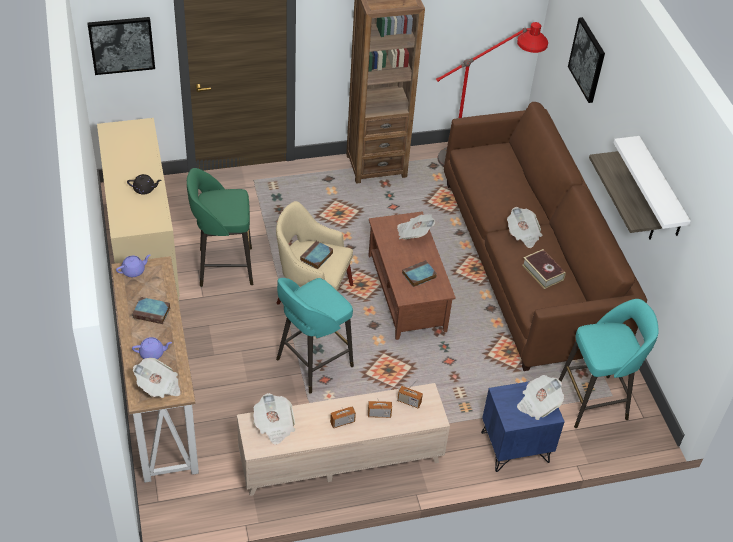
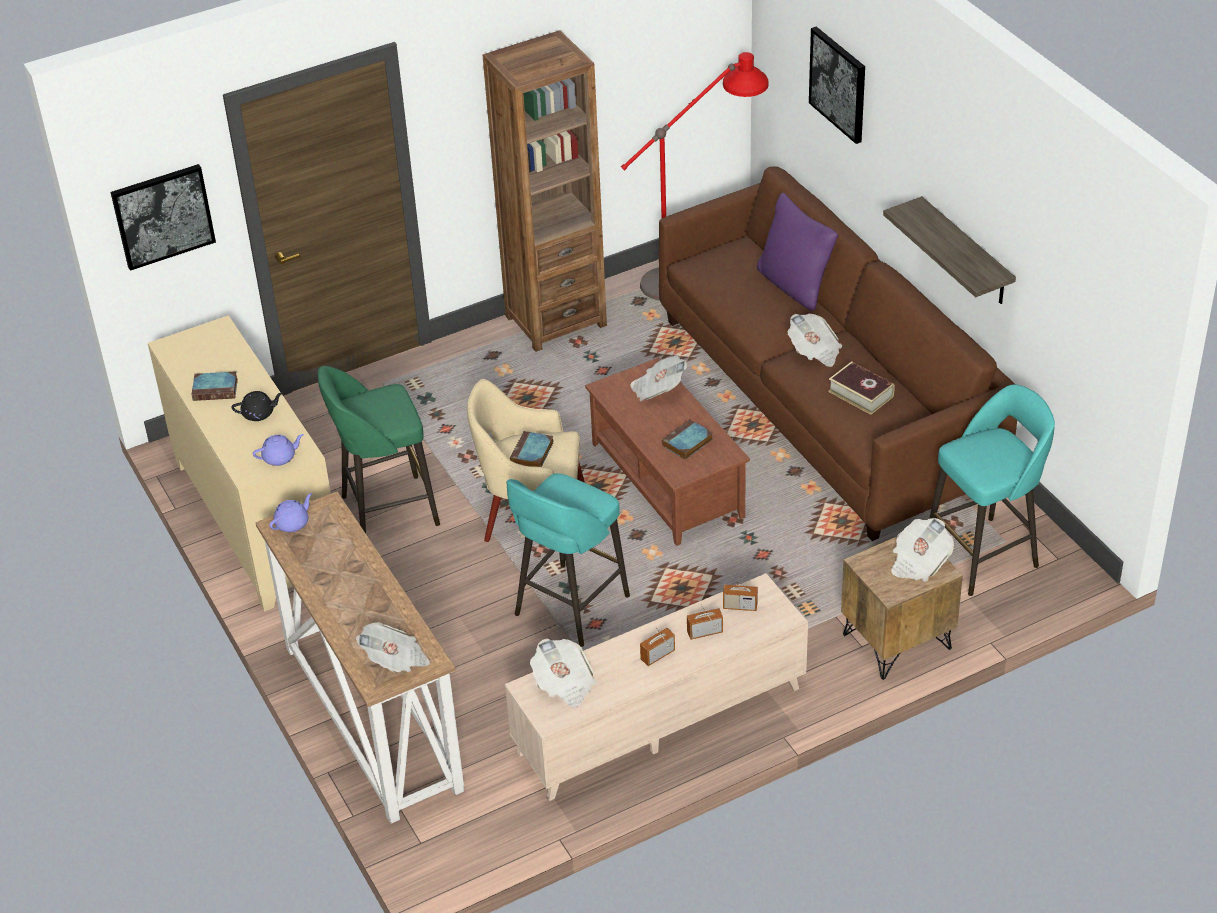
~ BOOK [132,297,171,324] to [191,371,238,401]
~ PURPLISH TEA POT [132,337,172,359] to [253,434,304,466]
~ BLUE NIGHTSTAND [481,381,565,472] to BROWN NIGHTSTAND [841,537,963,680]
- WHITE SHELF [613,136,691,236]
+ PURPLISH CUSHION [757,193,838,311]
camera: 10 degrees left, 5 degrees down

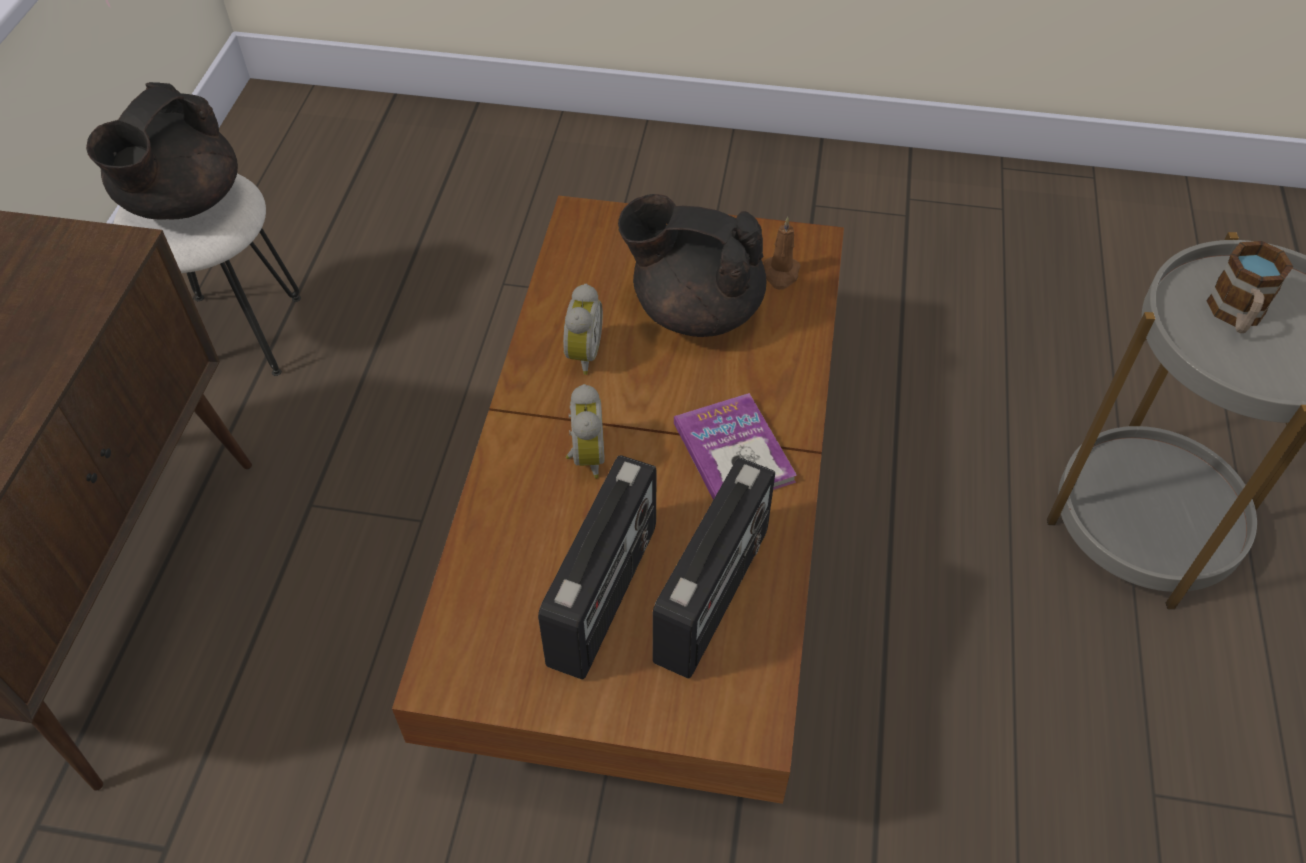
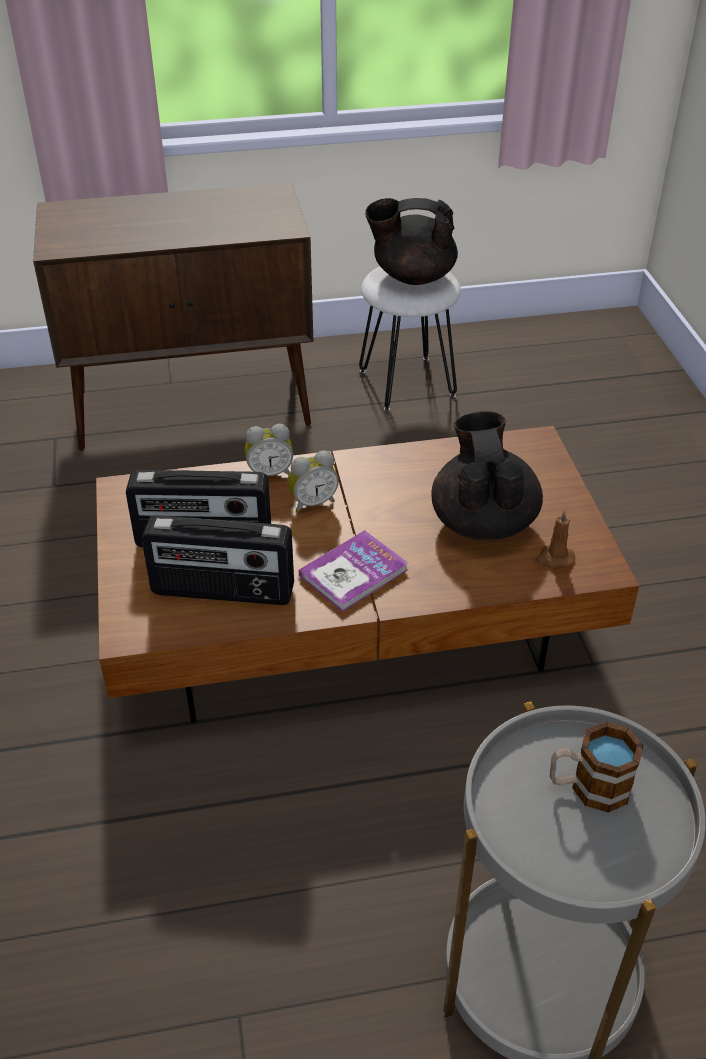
~ TABLE CLOCK [563,284,603,375] to [245,424,293,476]
camera: 70 degrees right, 10 degrees down

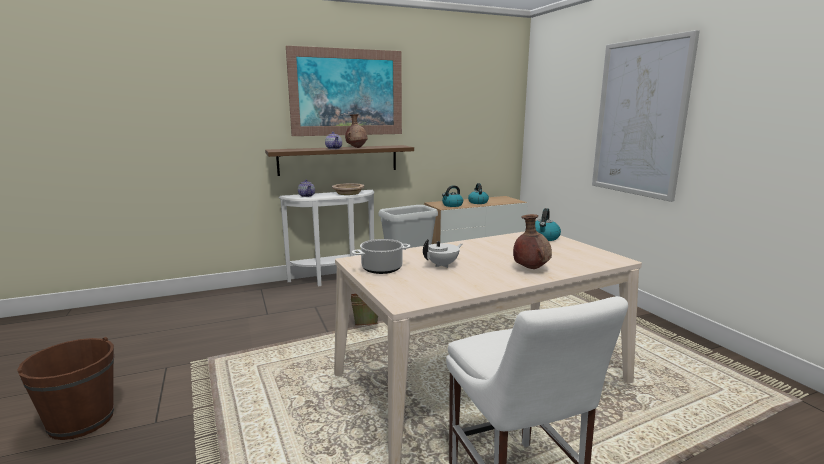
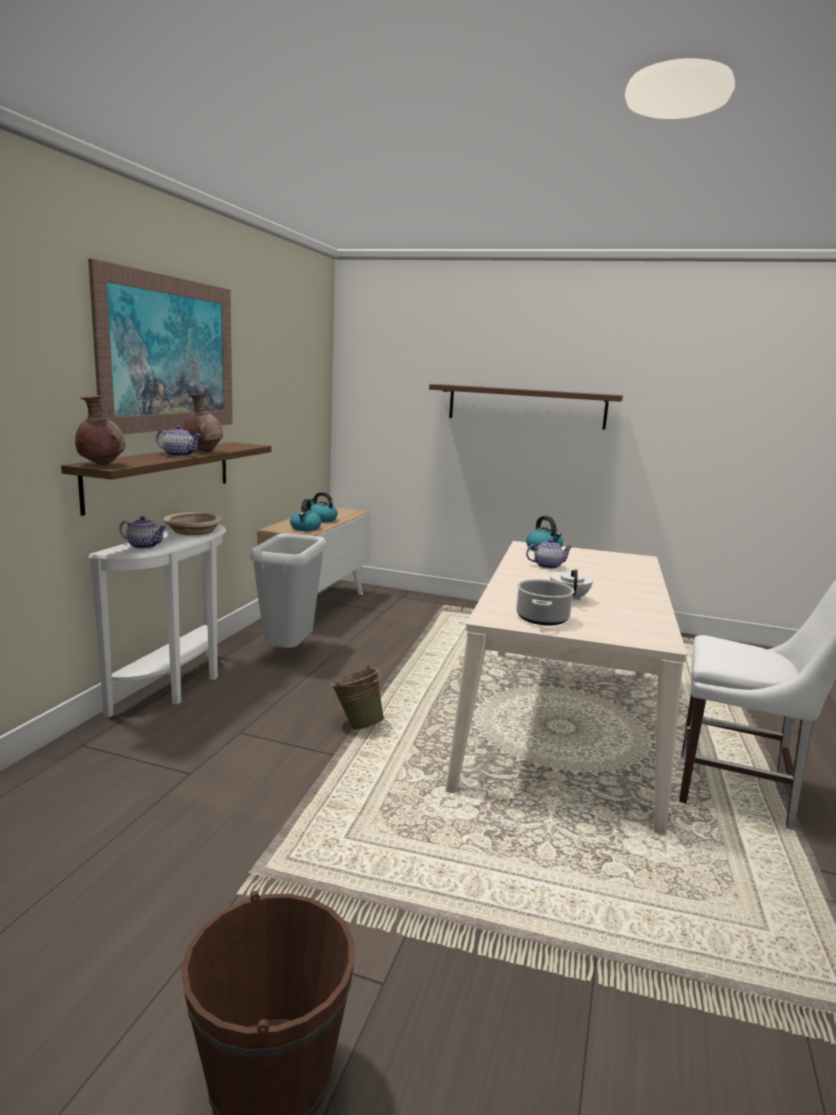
~ BROWN DECORATIVE VASE [513,214,552,269] to [75,395,125,465]
~ WALL ART [592,30,700,202] to BROWN SHELF [429,384,623,430]
+ TEA POT [526,539,573,569]
camera: 50 degrees left, 0 degrees up

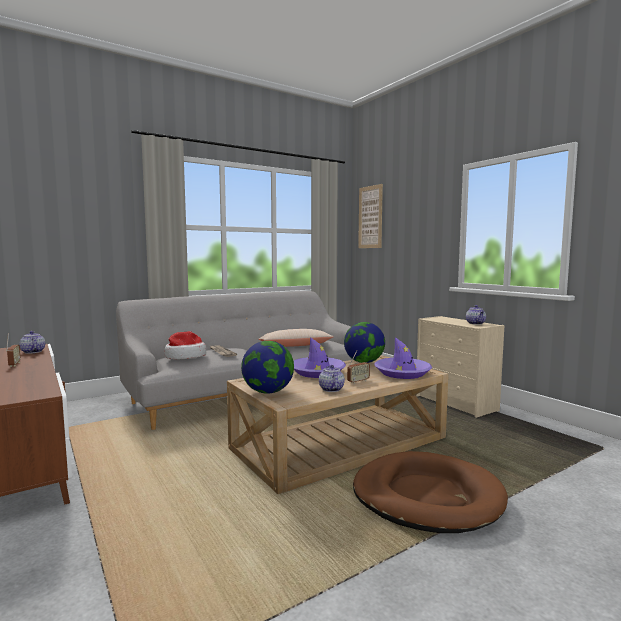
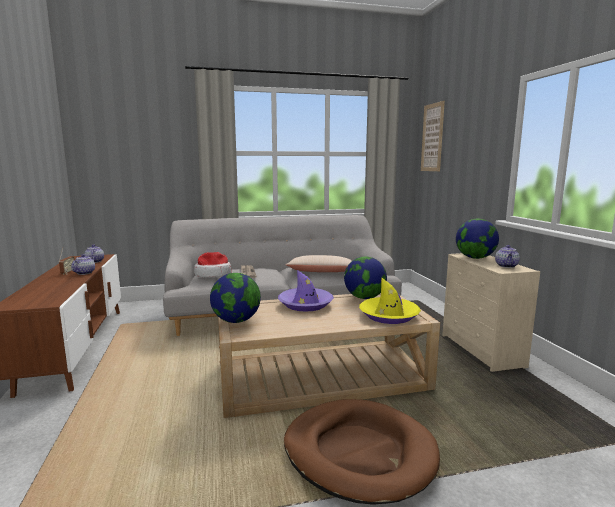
~ TEA POT [319,365,345,392] to [71,254,95,275]
- RADIO SET [347,350,370,384]
~ PURPLISH CLOTHING HAT [374,337,432,379] to YELLOW-COLOURED CLOTHING HAT [359,277,421,324]
+ DESK GLOBE [456,219,499,259]
camera: 20 degrees right, 5 degrees up

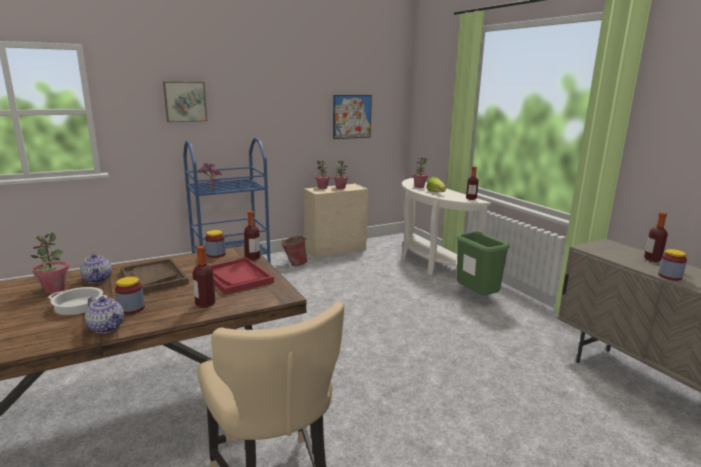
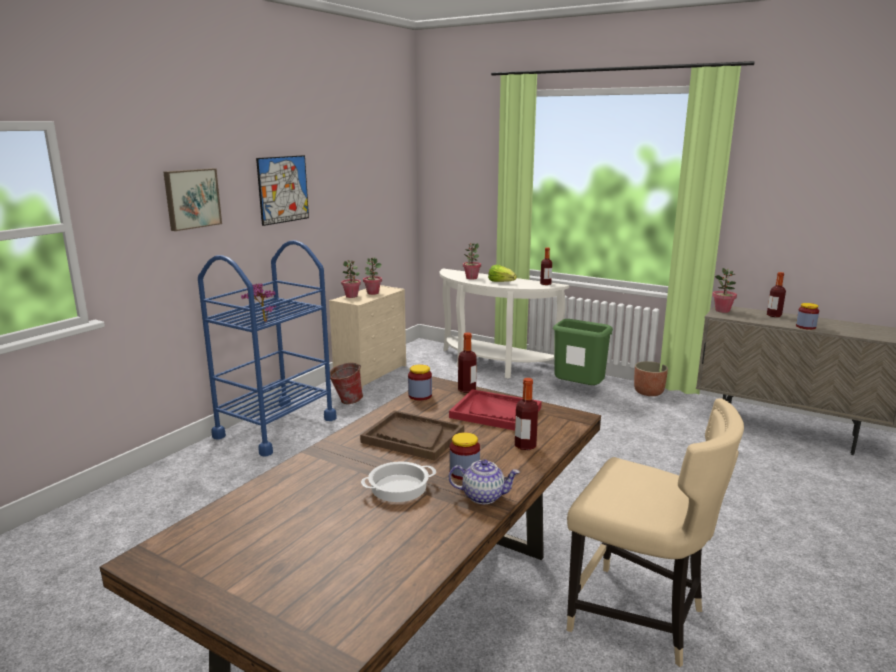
~ PLANT IN A POT [30,232,69,293] to [712,268,737,313]
- TEA POT [80,253,112,283]
~ WALL ART [333,95,372,139] to [256,155,309,226]
+ PLANTER [634,361,668,396]
camera: 30 degrees left, 0 degrees up

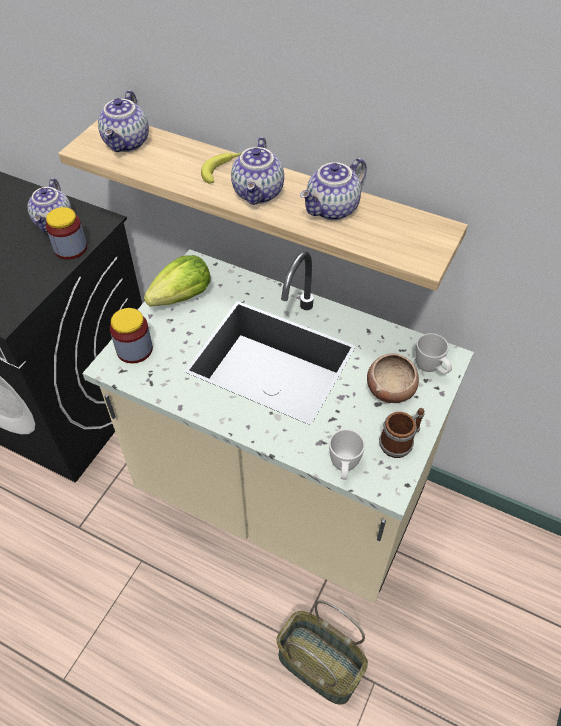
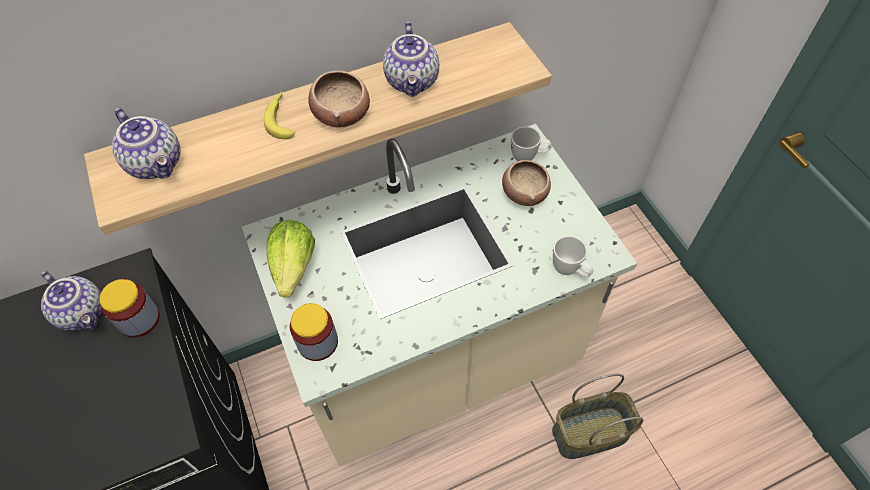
~ TEA POT [231,137,284,205] to BOWL [308,71,370,128]
- MUG [379,408,425,458]
camera: 50 degrees left, 5 degrees up

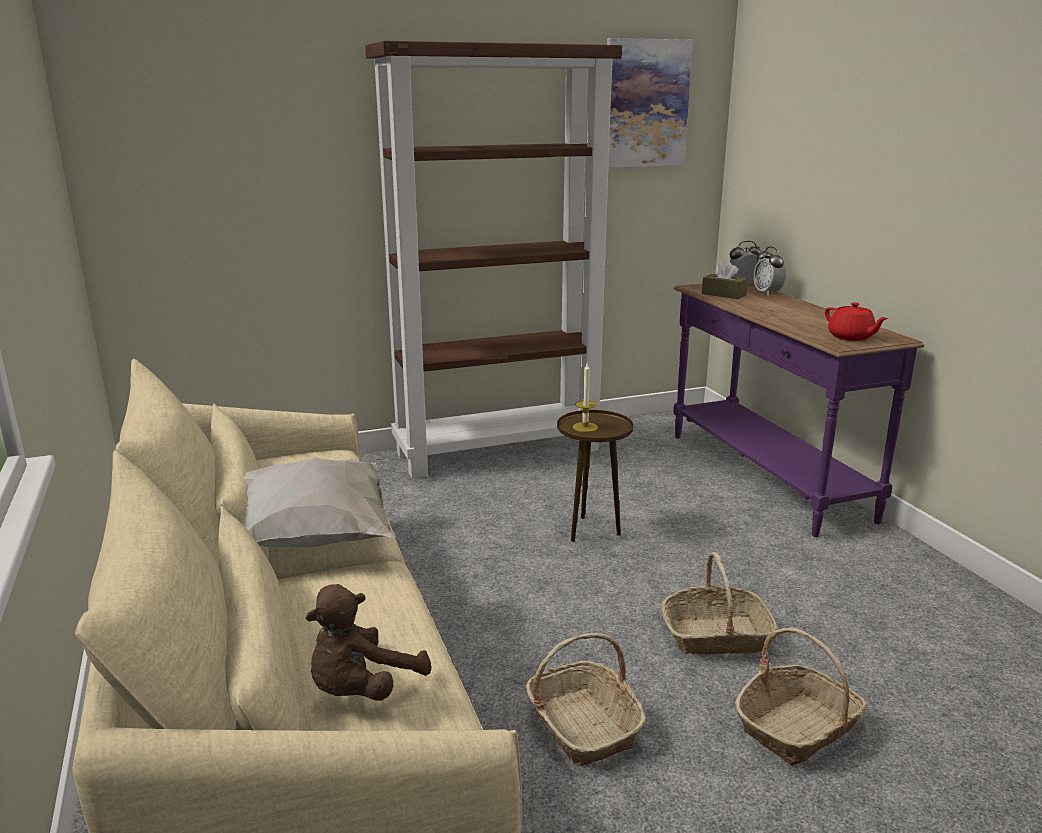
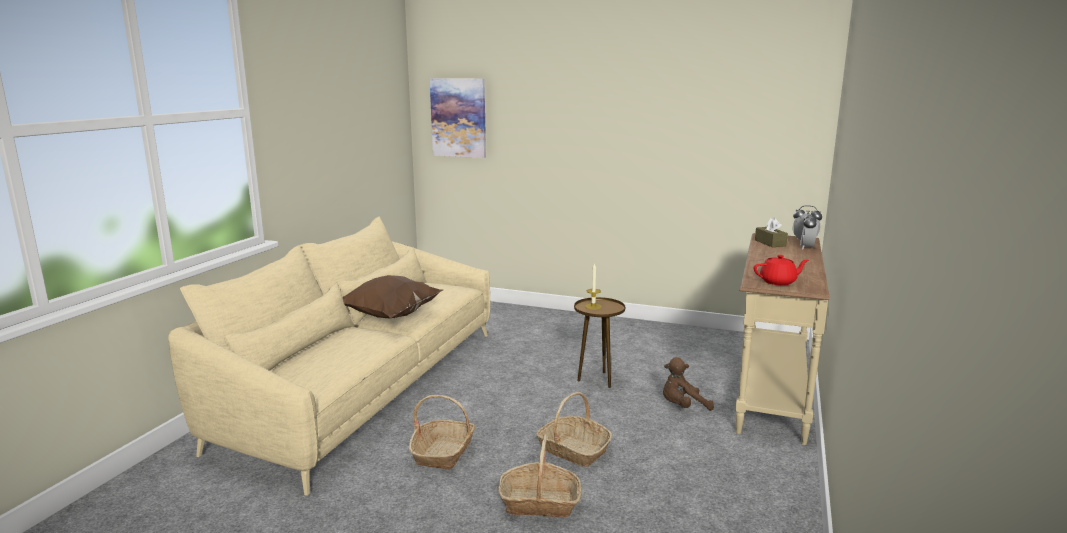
~ WHITE CUSHION [241,458,396,547] to BROWN CUSHION [343,275,443,318]
~ BROWN PLUSH TOY [306,584,431,701] to [663,357,714,411]
- BROWN BOOKCASE [365,41,622,479]
~ WALL ART [607,38,693,168] to [430,78,486,158]
~ PURPLISH NARROW TABLE [673,283,924,537] to BEIGE NARROW TABLE [735,233,829,445]
~ REDDISH TEA POT [825,302,888,341] = [754,255,809,285] 105 degrees counterclockwise
camera: 40 degrees right, 5 degrees down

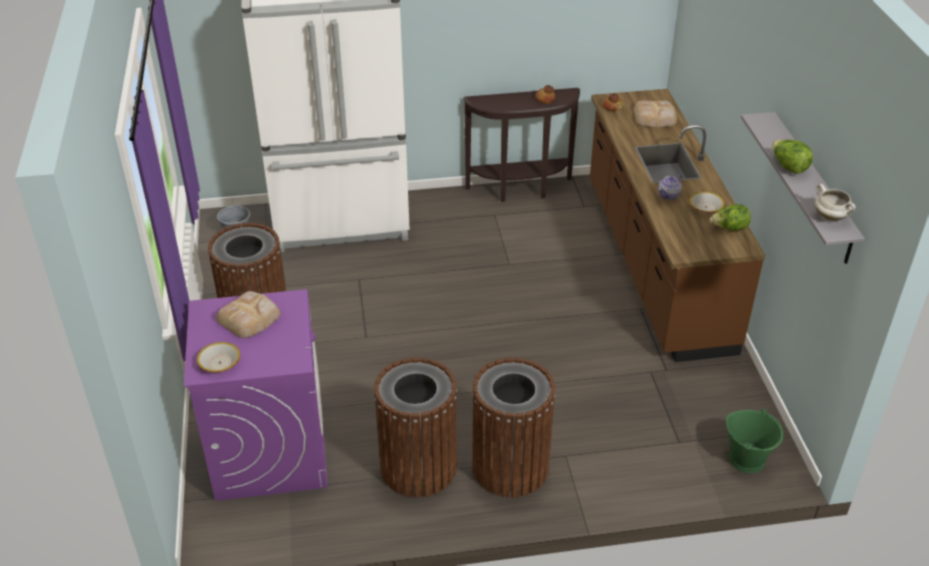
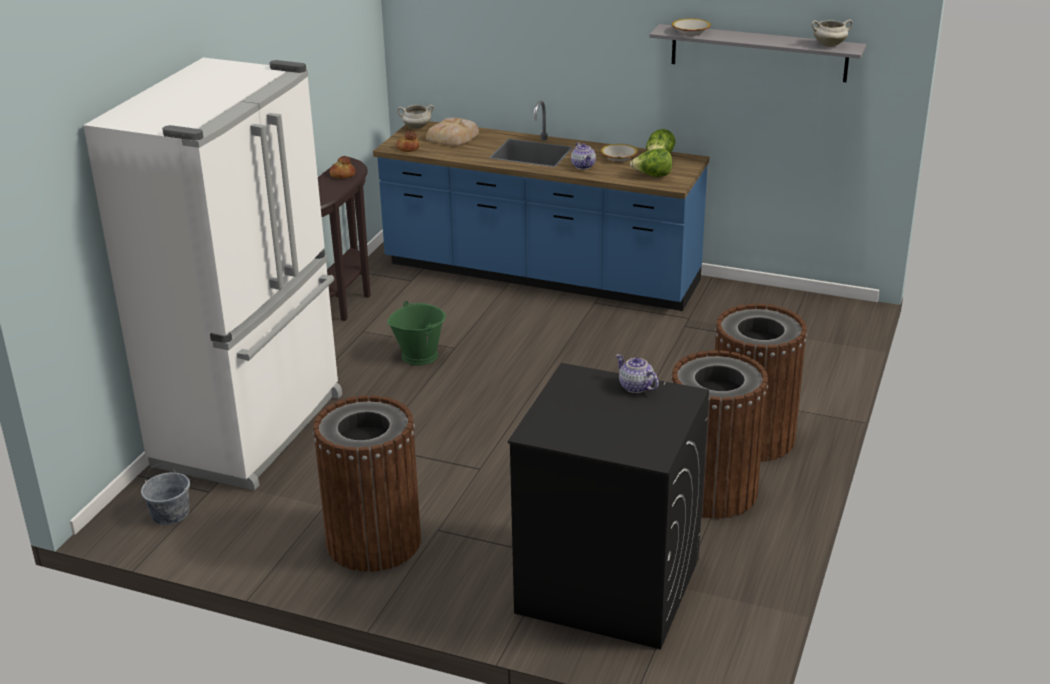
~ PURPLISH WASHING MACHINE [184,289,328,501] to BLACKISH WASHING MACHINE [508,363,709,649]
~ BOWL [197,342,240,373] to [672,18,711,35]
- BAKED BREAD [216,291,280,338]
~ BROWN KITCHEN BASE UNIT [590,89,765,362] to BLUE KITCHEN BASE UNIT [373,100,709,311]
~ GREEN-COLOURED BUCKET [726,408,783,473] to [387,301,446,365]
~ LETTUCE HEAD [772,139,813,174] to [630,148,673,177]
+ WHITE STOCKPOT [397,105,434,129]
+ TEA POT [616,354,659,393]
camera: 60 degrees left, 10 degrees down

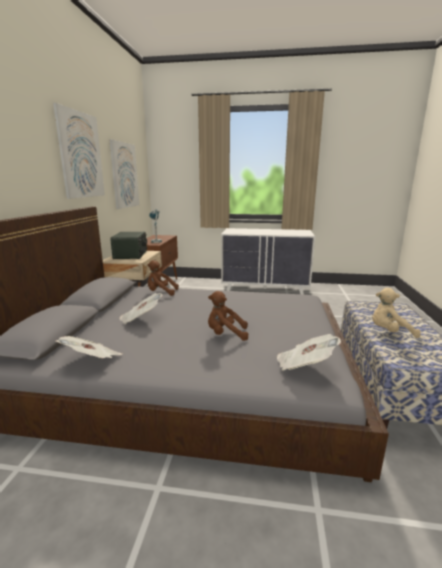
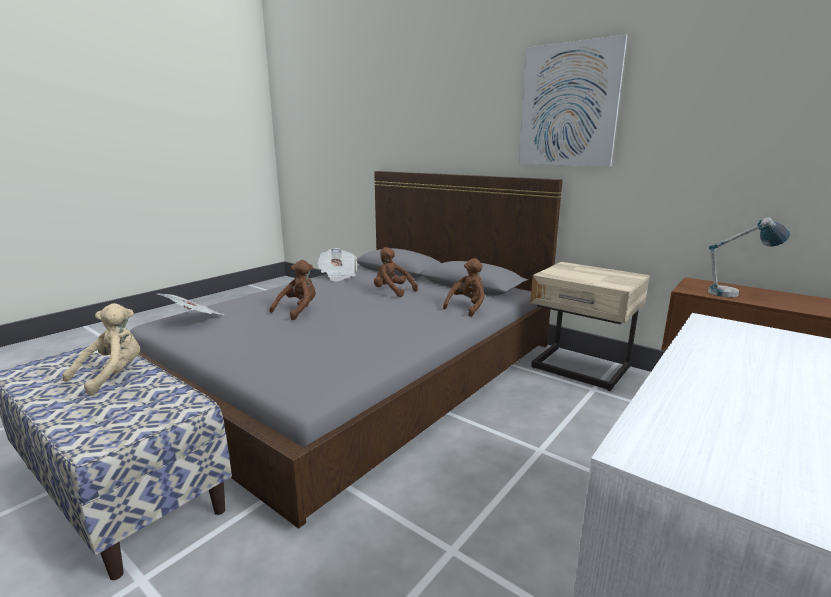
- WALL ART [109,139,139,209]
- RADIO SET [110,232,147,259]
~ PRINTED PAPER [120,293,163,324] to BROWN PLUSH TOY [374,247,418,297]
camera: 120 degrees right, 0 degrees up

